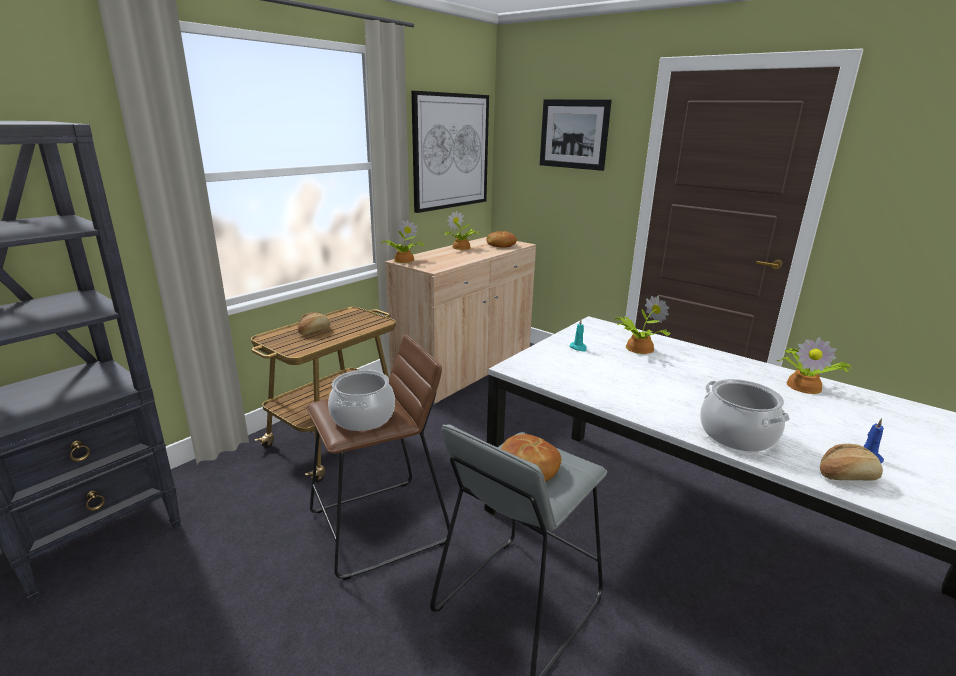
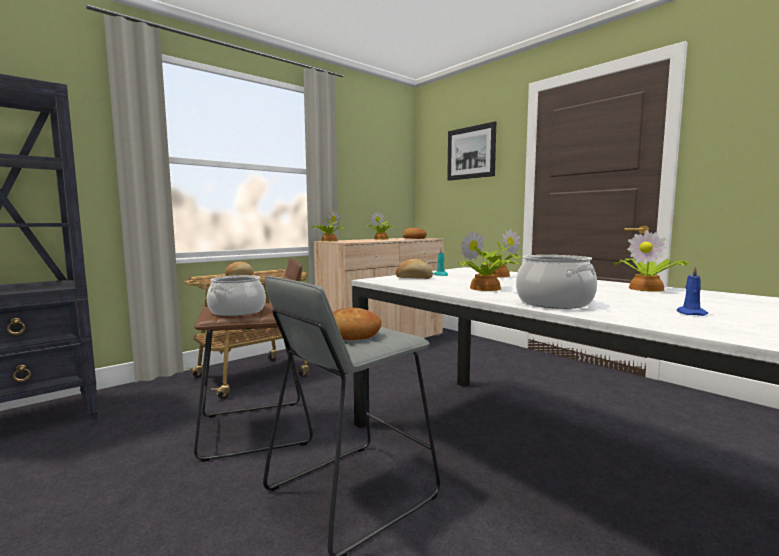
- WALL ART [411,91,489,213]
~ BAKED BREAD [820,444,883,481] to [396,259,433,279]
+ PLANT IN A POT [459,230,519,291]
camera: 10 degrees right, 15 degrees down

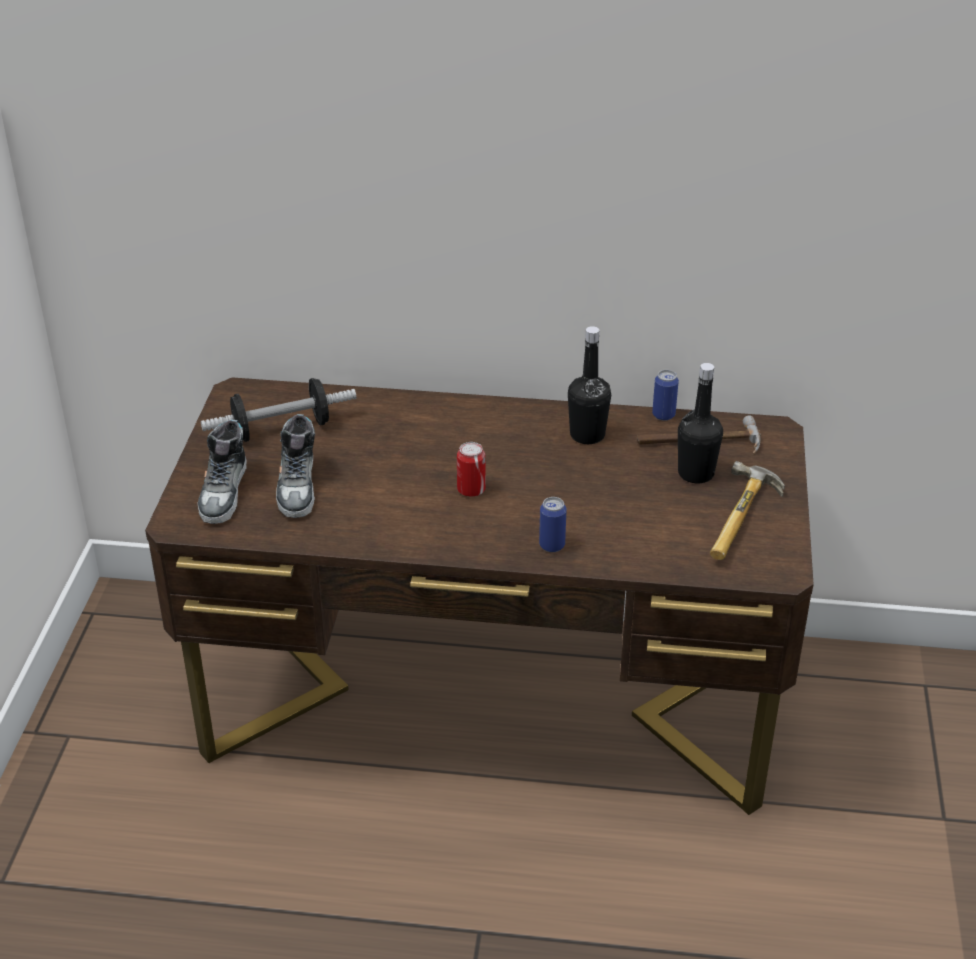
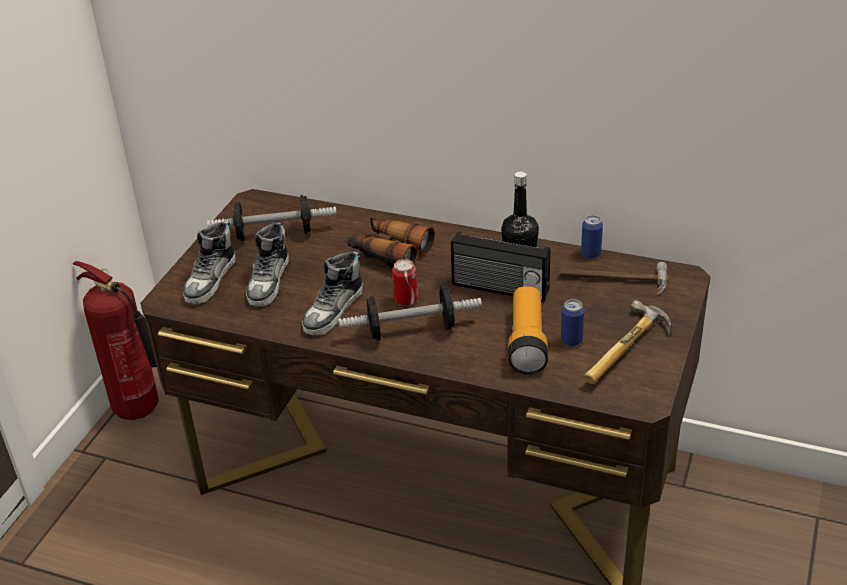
~ CAN [539,497,567,552] to [561,299,584,347]
- BLACKISH DRINK BOTTLE [678,363,723,483]
+ FIRE EXTINGUISHER [73,261,158,420]
+ ITEM OF FOOTWEAR [302,252,363,336]
+ FREE WEIGHT [338,286,482,340]
+ FIELD GLASSES [348,218,435,268]
+ RADIO SET [451,231,550,302]
+ TORCH [508,286,548,374]
camera: 15 degrees right, 0 degrees up

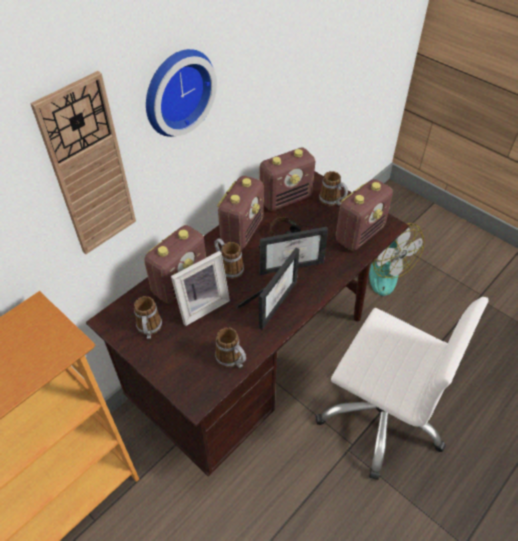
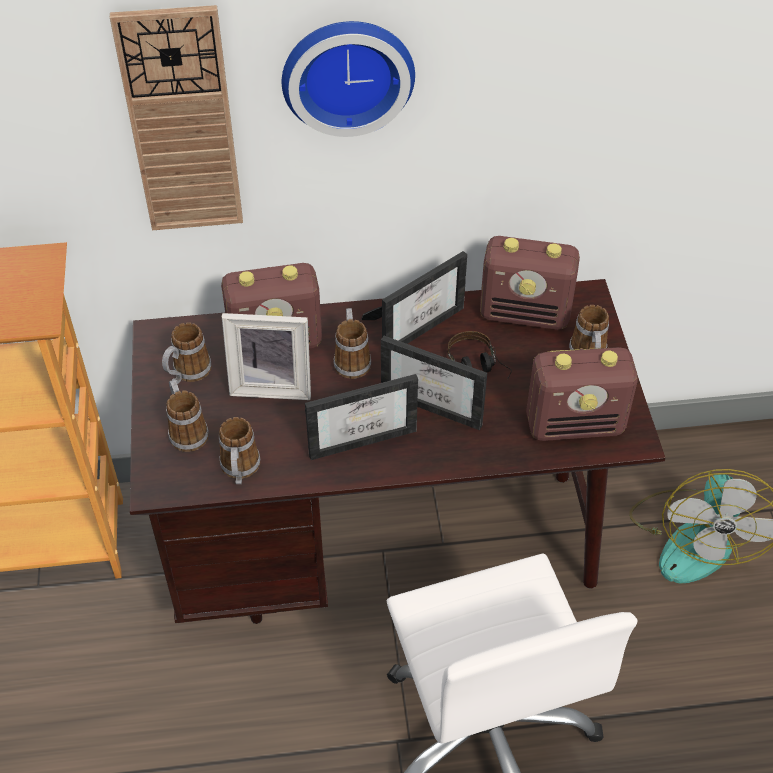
~ RADIO SET [217,176,264,250] to PHOTO FRAME [361,251,467,344]
+ MUG [166,380,209,452]
camera: 40 degrees right, 0 degrees up

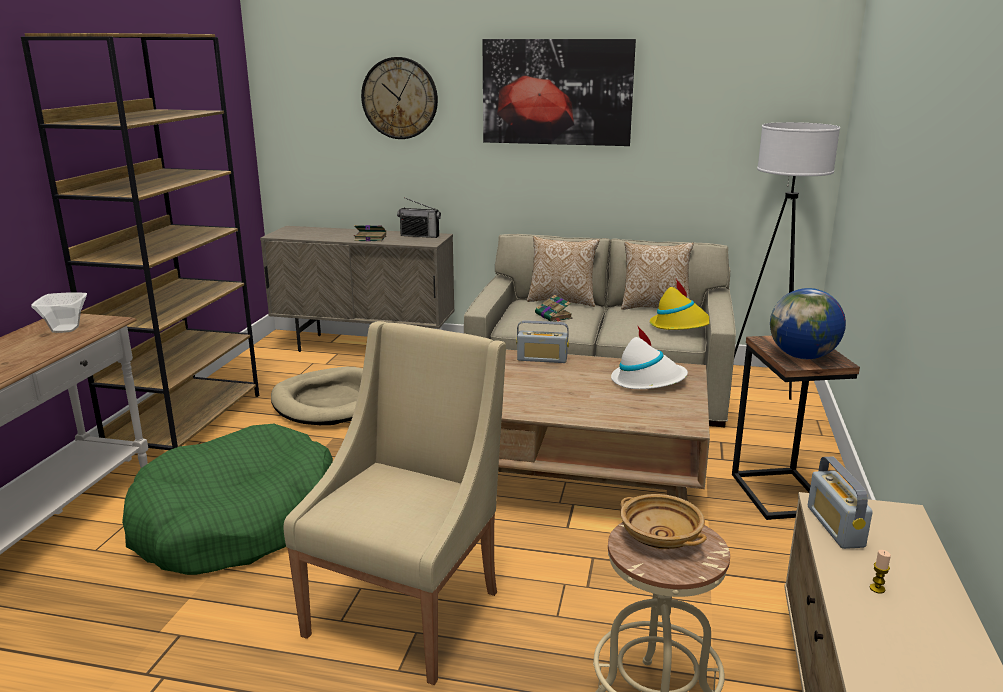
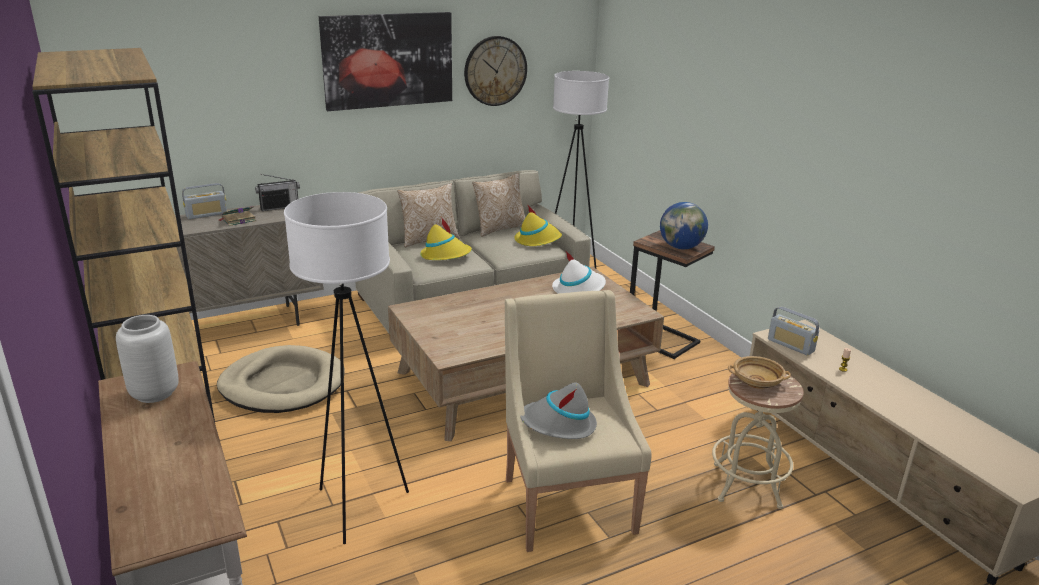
~ BOWL [31,292,87,333] to GREYISH DECORATIVE VASE [116,315,179,403]
~ GREEN-COLOURED DOG CUSHION [122,424,333,575] to WHITE STANDING LAMP [284,192,409,544]
~ CLOCK ON THE WALL [361,57,438,139] to [464,36,527,106]
~ RADIO SET [516,320,569,363] to [182,183,227,219]
~ BOOK [535,295,573,322] to YELLOW-COLOURED CLOTHING HAT [420,217,472,260]
+ GREYISH CLOTHING HAT [520,382,597,439]
camera: 40 degrees left, 5 degrees up

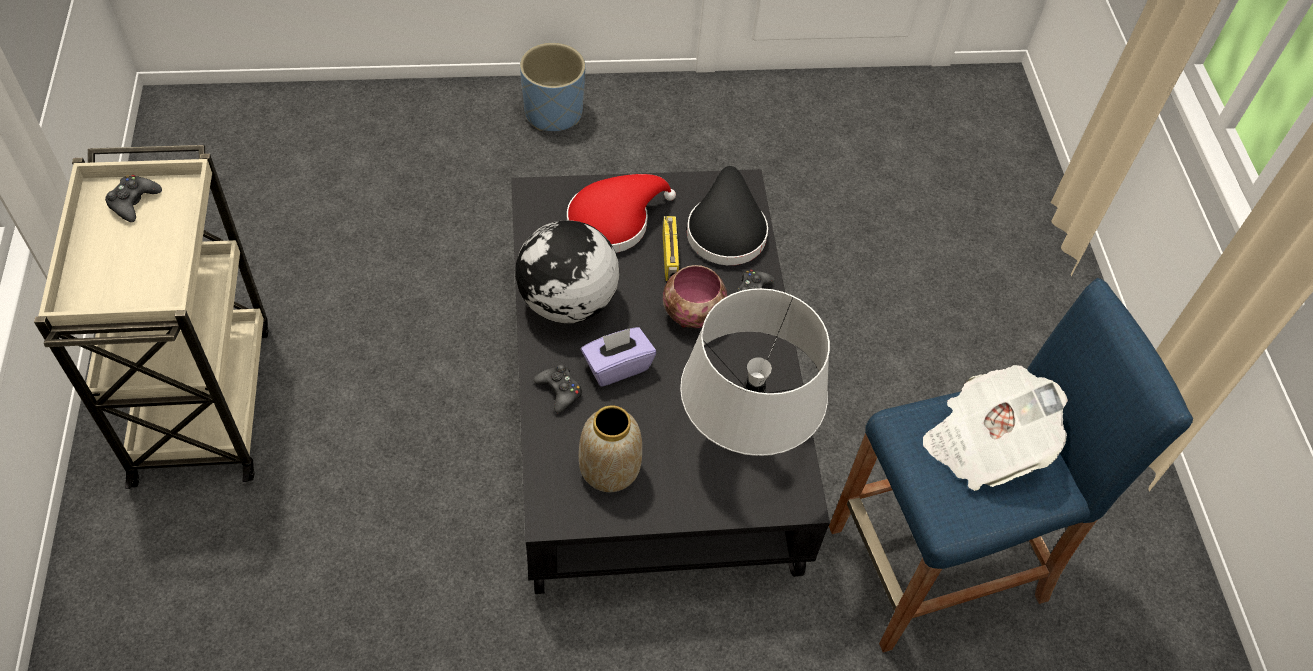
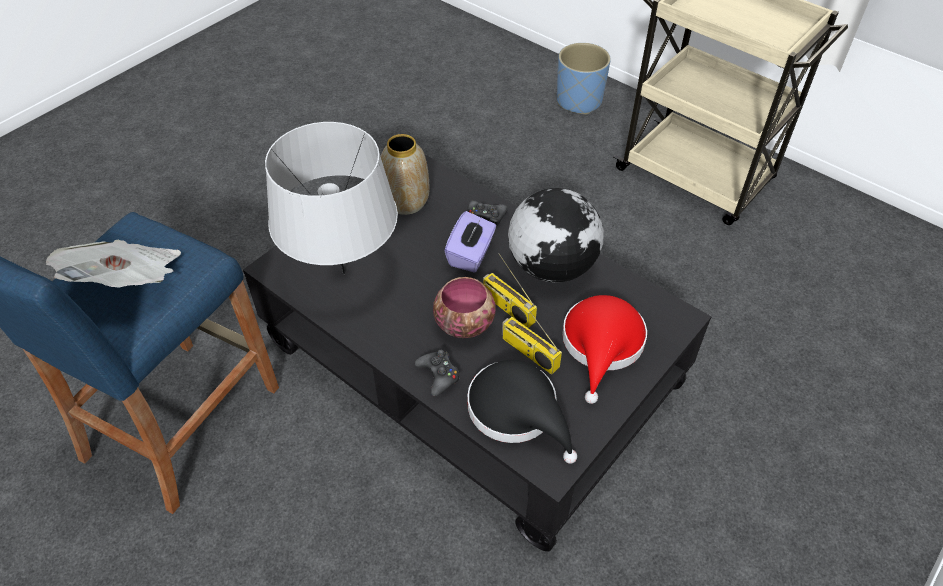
- BLACKISH JOYPAD [105,175,162,222]
~ BLUE PLANTER [520,43,586,131] to [557,43,611,114]
+ RADIO SET [483,253,537,328]
camera: 140 degrees right, 5 degrees down

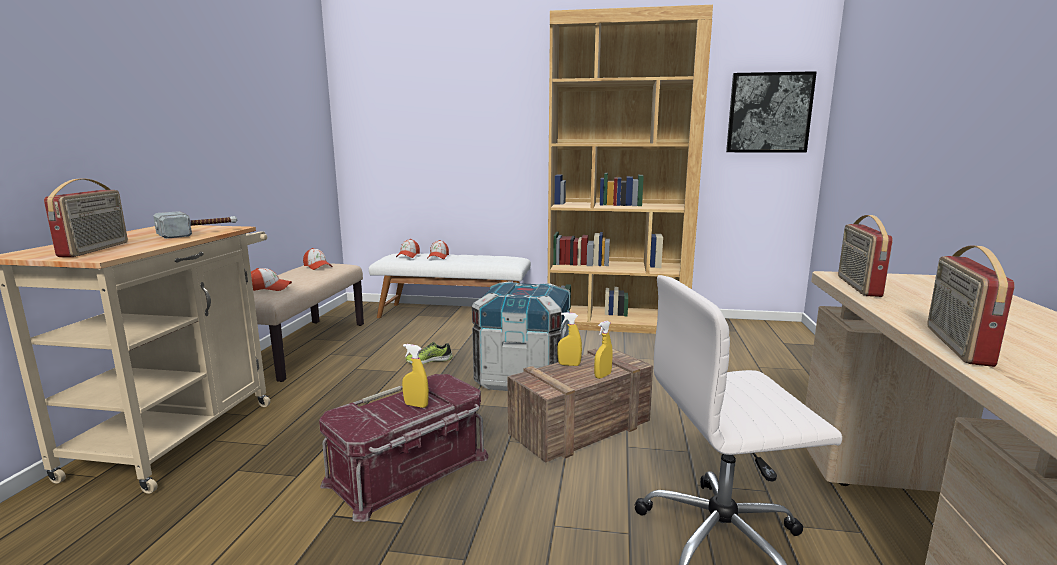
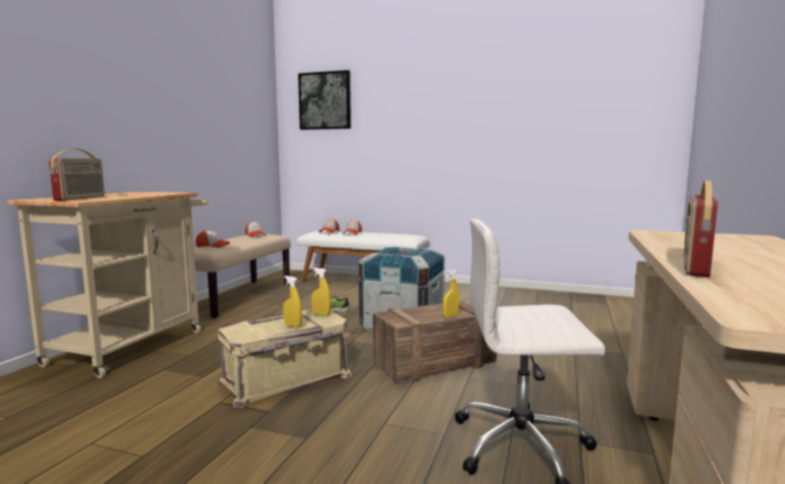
- HAMMER [154,211,237,239]
~ REDDISH STORAGE BOX [319,374,488,522] to BEIGE STORAGE BOX [217,309,352,408]
- BROWN BOOKCASE [548,5,713,334]
~ YELLOW-COLOURED SPRAY BOTTLE [557,312,582,366] to [311,268,331,316]
~ WALL ART [726,71,817,153] to [298,70,351,130]
- RADIO SET [838,215,893,297]
camera: 10 degrees right, 5 degrees down

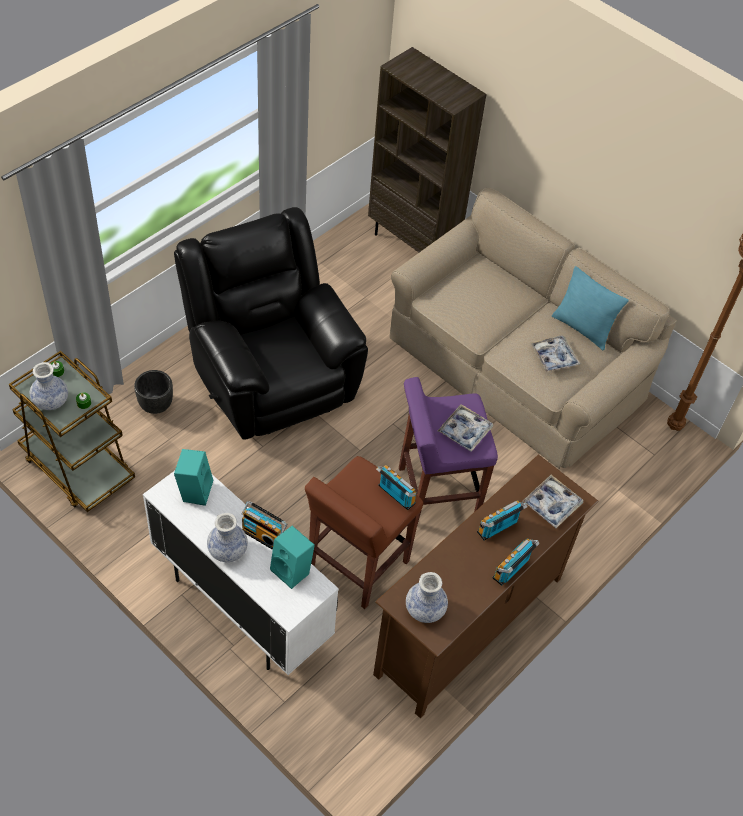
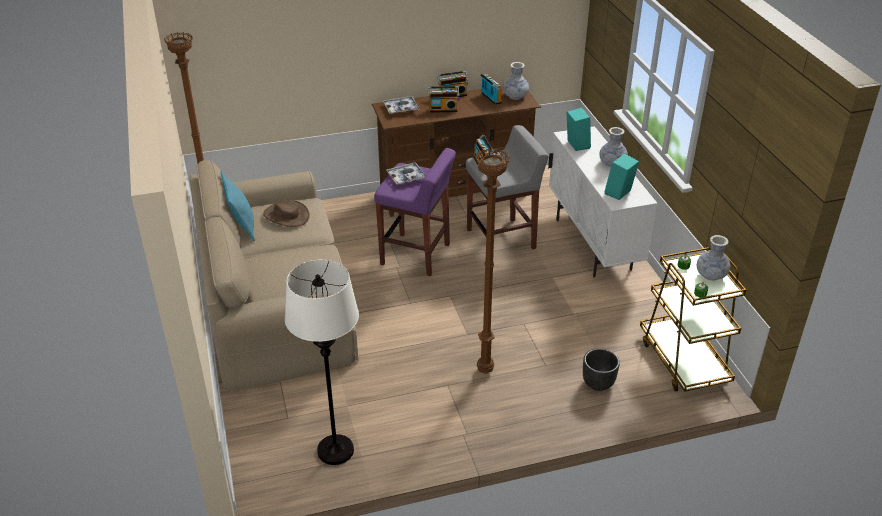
~ BLACKISH EASY CHAIR [174,207,368,440] to BROWN STANDING LAMP [475,148,510,374]
~ RADIO SET [242,501,288,550] to [479,73,502,105]
~ BROWN SITTING STOOL [305,456,423,609] to GREYISH SITTING STOOL [466,125,549,249]
- BROWN BOOKCASE [368,47,487,252]
~ CARRYING TRAY [530,335,580,372] to BROWN CLOTHING HAT [263,200,310,227]
+ WHITE STANDING LAMP [285,260,359,465]
camera: 145 degrees left, 15 degrees down

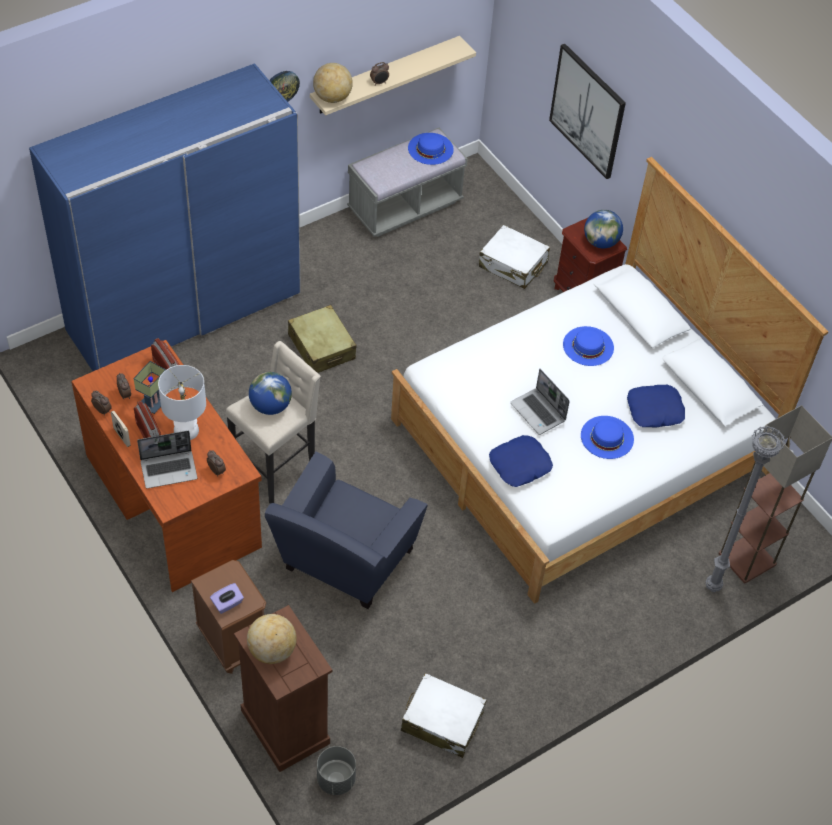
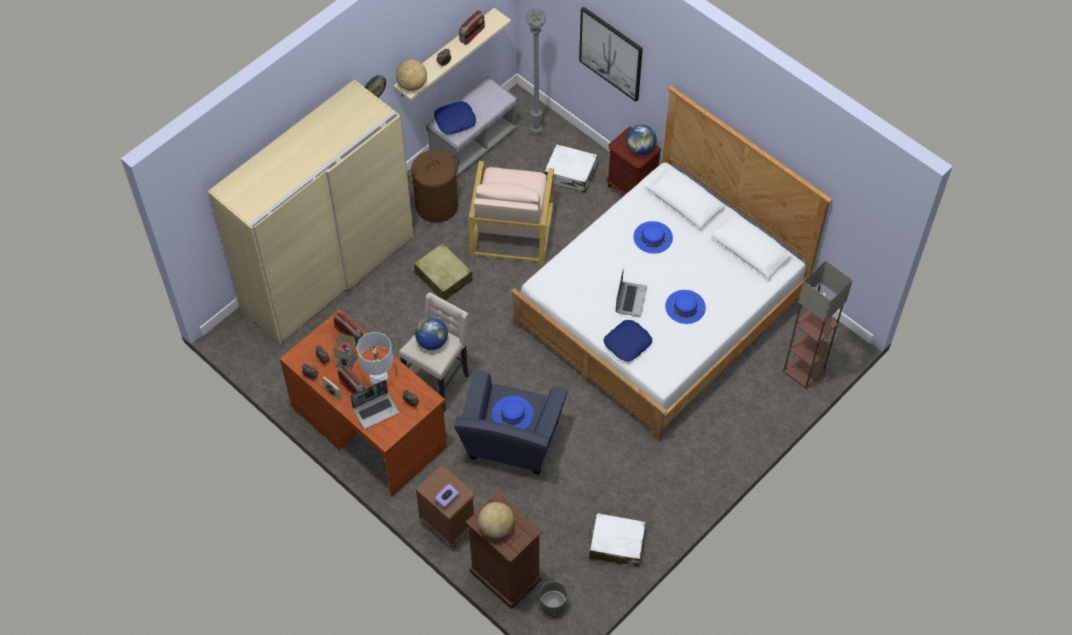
~ BLUE CLOTHES CUPBOARD [29,63,301,371] to BEIGE CLOTHES CUPBOARD [207,80,414,344]
~ BLUE CLOTHING HAT [408,133,454,165] to [492,396,533,429]
~ PORTABLE COMPUTER [510,369,570,435] = [616,269,647,316] 120 degrees counterclockwise
~ BLUE CUSHION [627,385,685,427] to [434,101,476,135]
~ GREYISH STANDING LAMP [706,426,785,592] to [525,8,547,136]
+ BROWN WASHING BASKET [408,150,459,223]
+ RADIO SET [459,10,485,45]
+ BEIGE EASY CHAIR [469,161,554,264]
camera: 10 degrees left, 5 degrees up

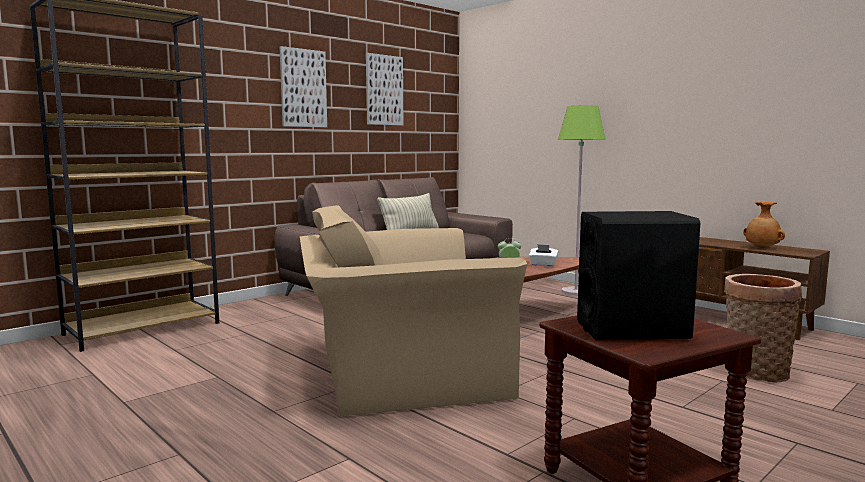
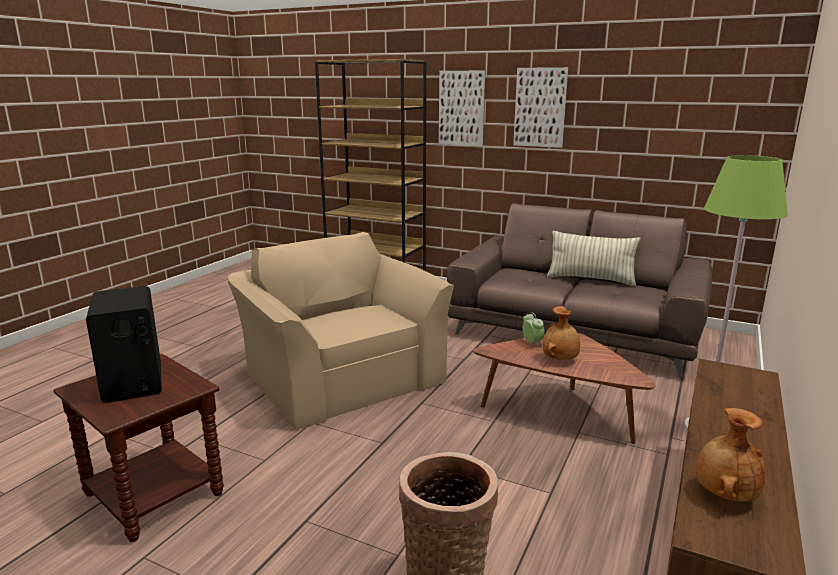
~ WALL ART [366,53,403,125] to [439,71,485,146]
~ WHITE TISSUE HOLDER [529,244,558,267] to BROWN DECORATIVE VASE [543,306,580,360]
camera: 70 degrees right, 10 degrees up

